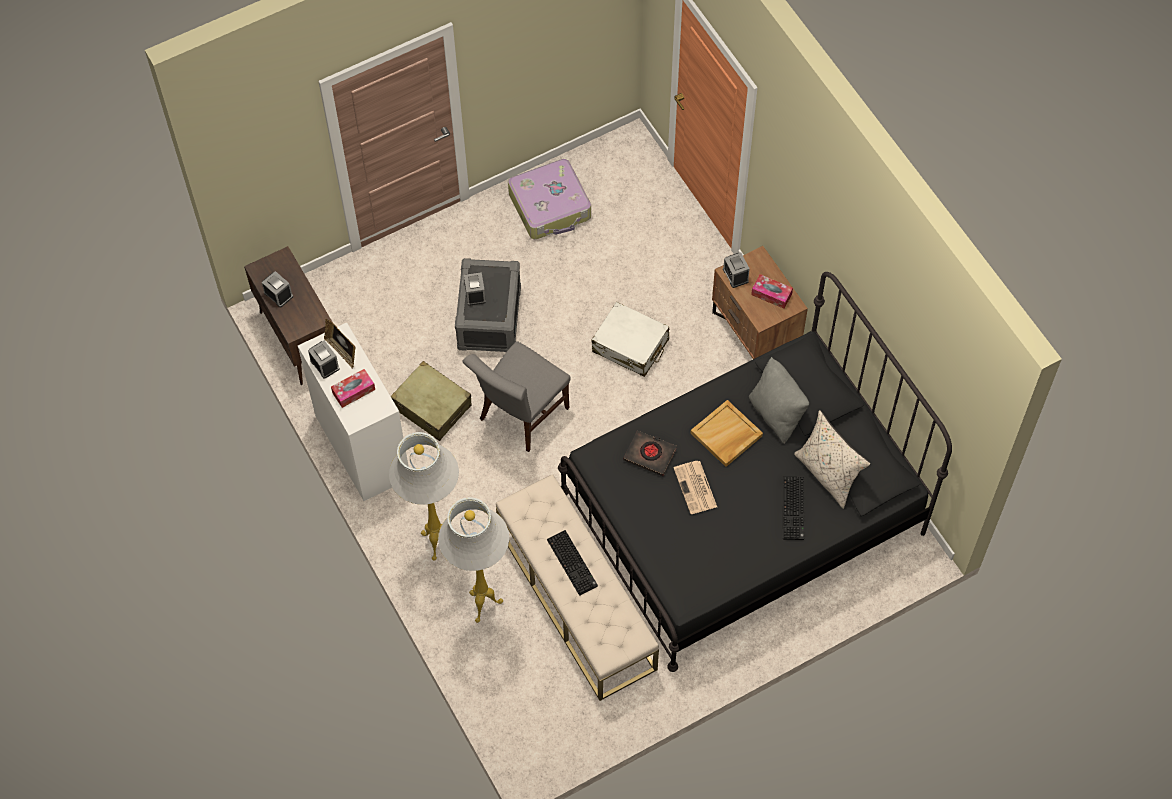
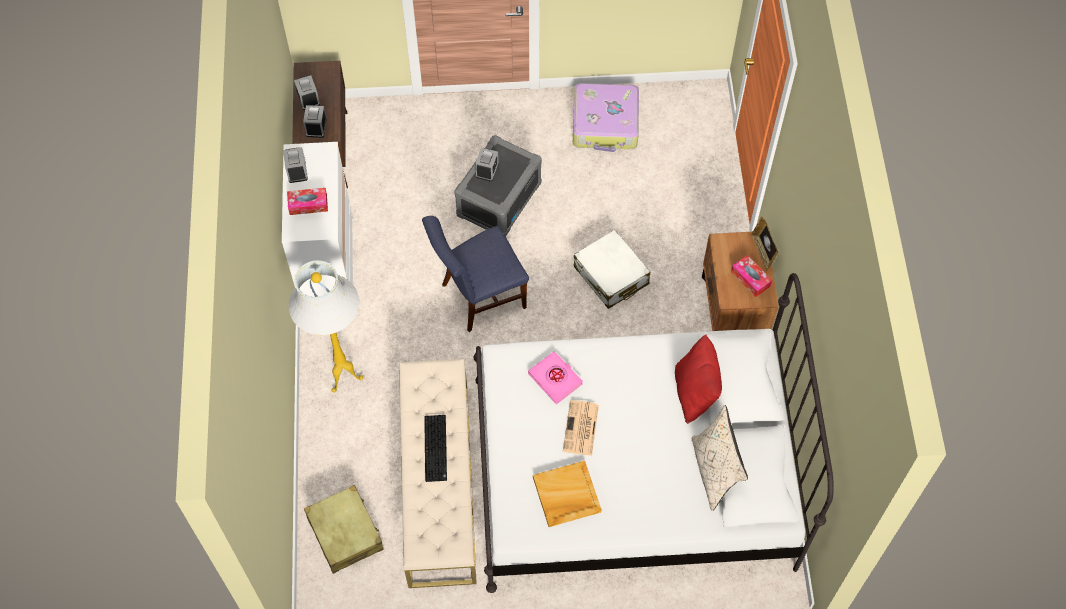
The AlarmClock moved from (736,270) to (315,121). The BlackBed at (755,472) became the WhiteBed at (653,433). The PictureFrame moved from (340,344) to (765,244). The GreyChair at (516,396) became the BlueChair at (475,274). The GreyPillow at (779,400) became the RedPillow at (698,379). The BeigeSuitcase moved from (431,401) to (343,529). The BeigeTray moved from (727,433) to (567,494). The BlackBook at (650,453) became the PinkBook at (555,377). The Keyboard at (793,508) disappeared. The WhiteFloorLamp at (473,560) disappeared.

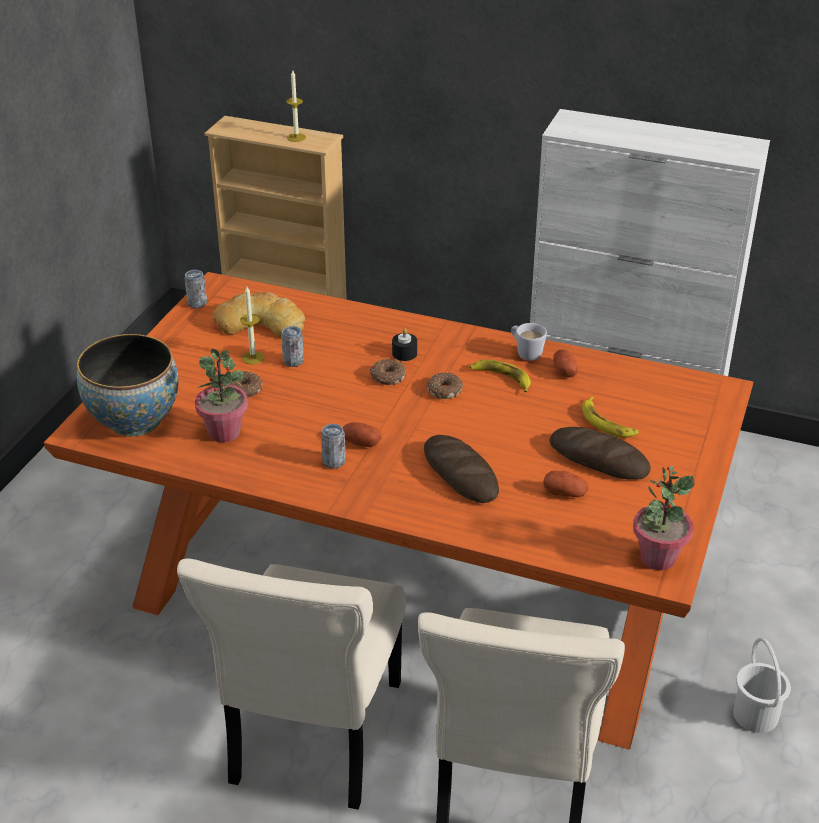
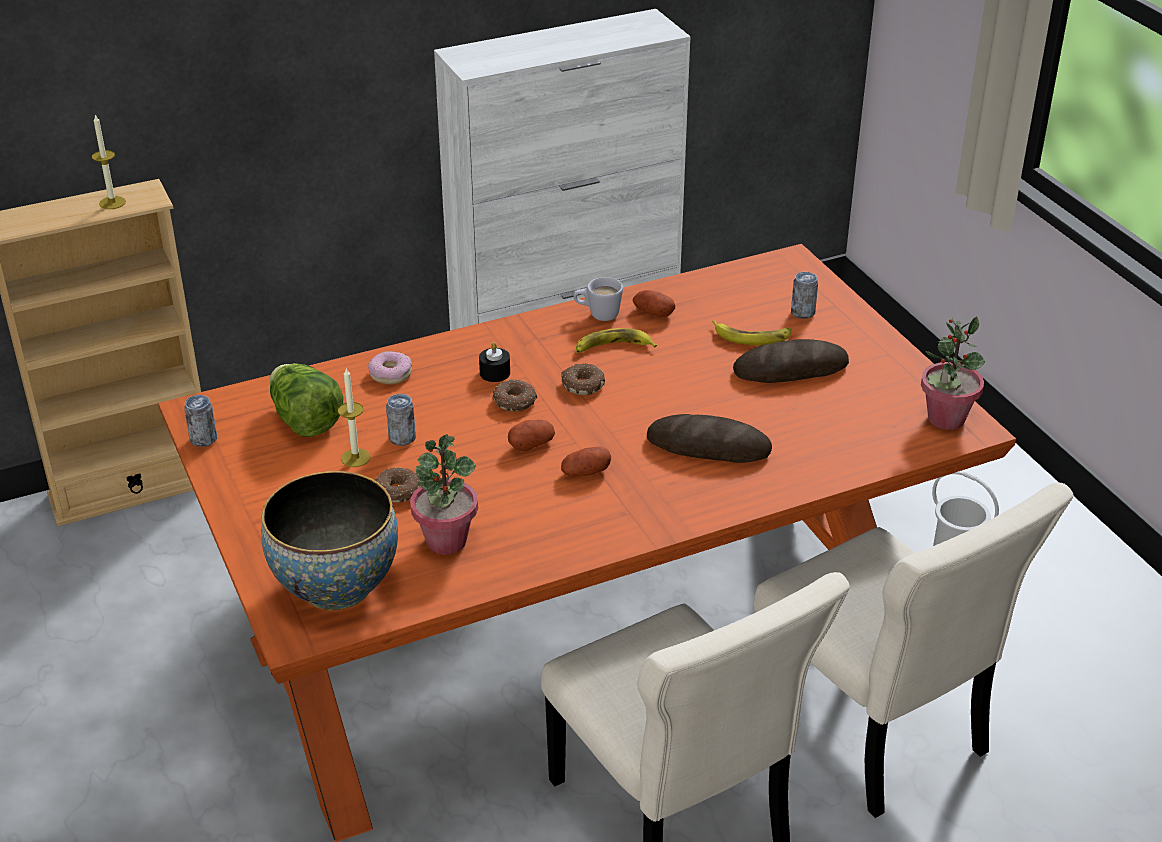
The Bread at (258,315) was replaced by the Lettuce at (306,400). The Can moved from (333,446) to (804,295). The Potato moved from (565,483) to (531,436). The Donut at (390,368) appeared.

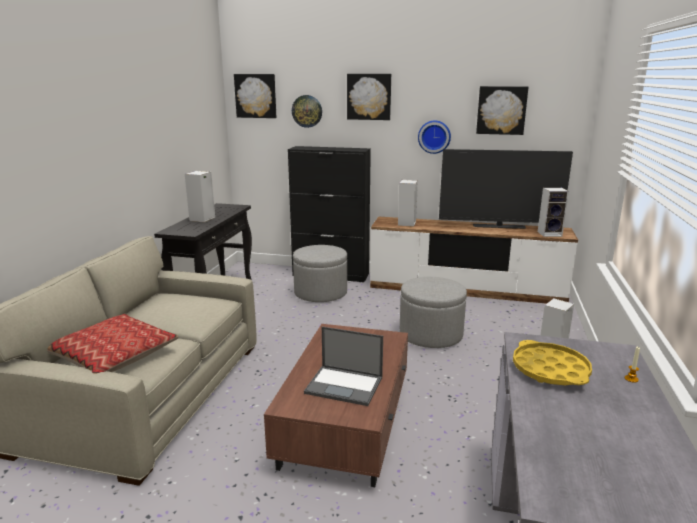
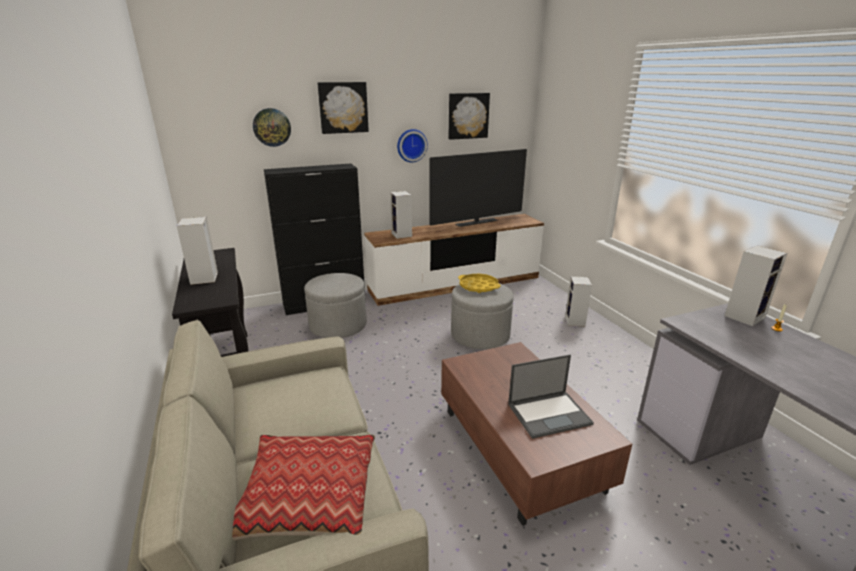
The Picture at (255,96) disappeared. The Speaker moved from (553,212) to (756,286). The YellowTray moved from (552,362) to (479,283).

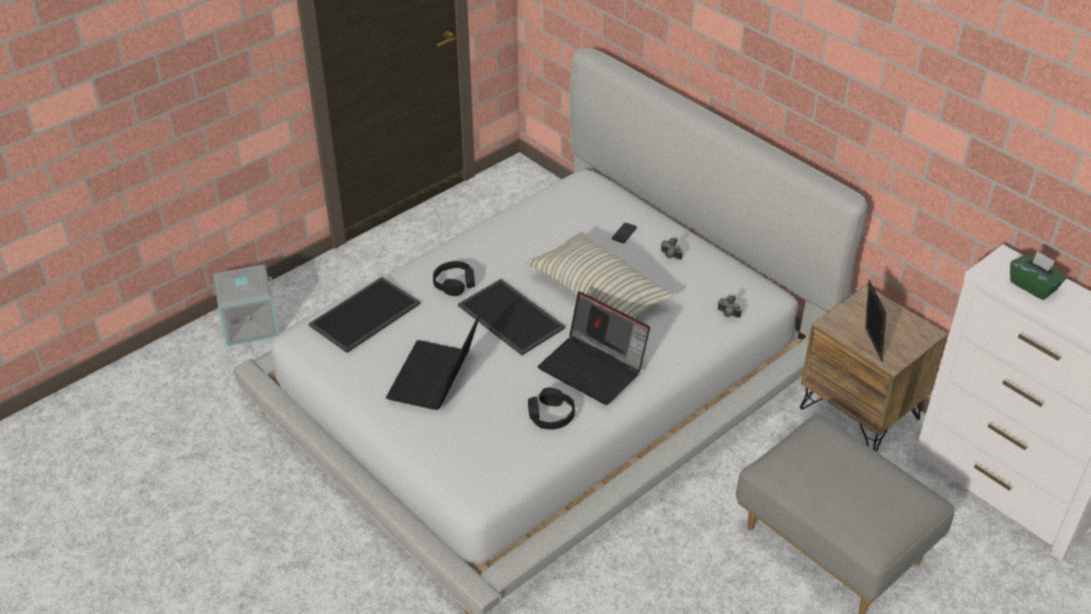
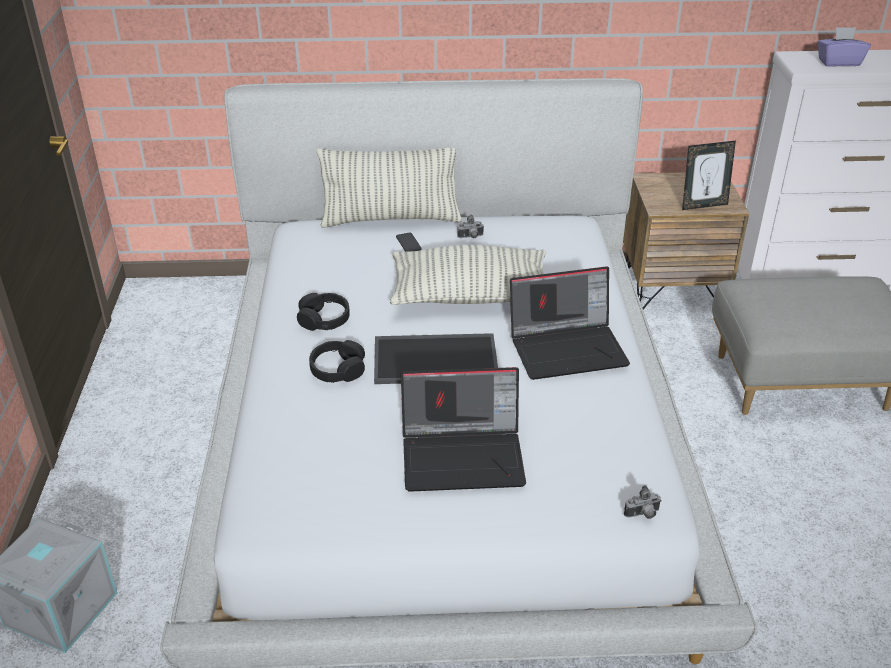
The GreenTissueBox at (1038,275) became the PurpleTissueBox at (844,47). The Tray at (364,315) disappeared. The PictureFrame at (875,320) turned 135 degrees clockwise. The PhotoCamera moved from (730,307) to (643,502). The Laptop at (433,362) turned 60 degrees counterclockwise. The BlackHeadphones moved from (551,409) to (323,312). The Pillow at (389,188) appeared.

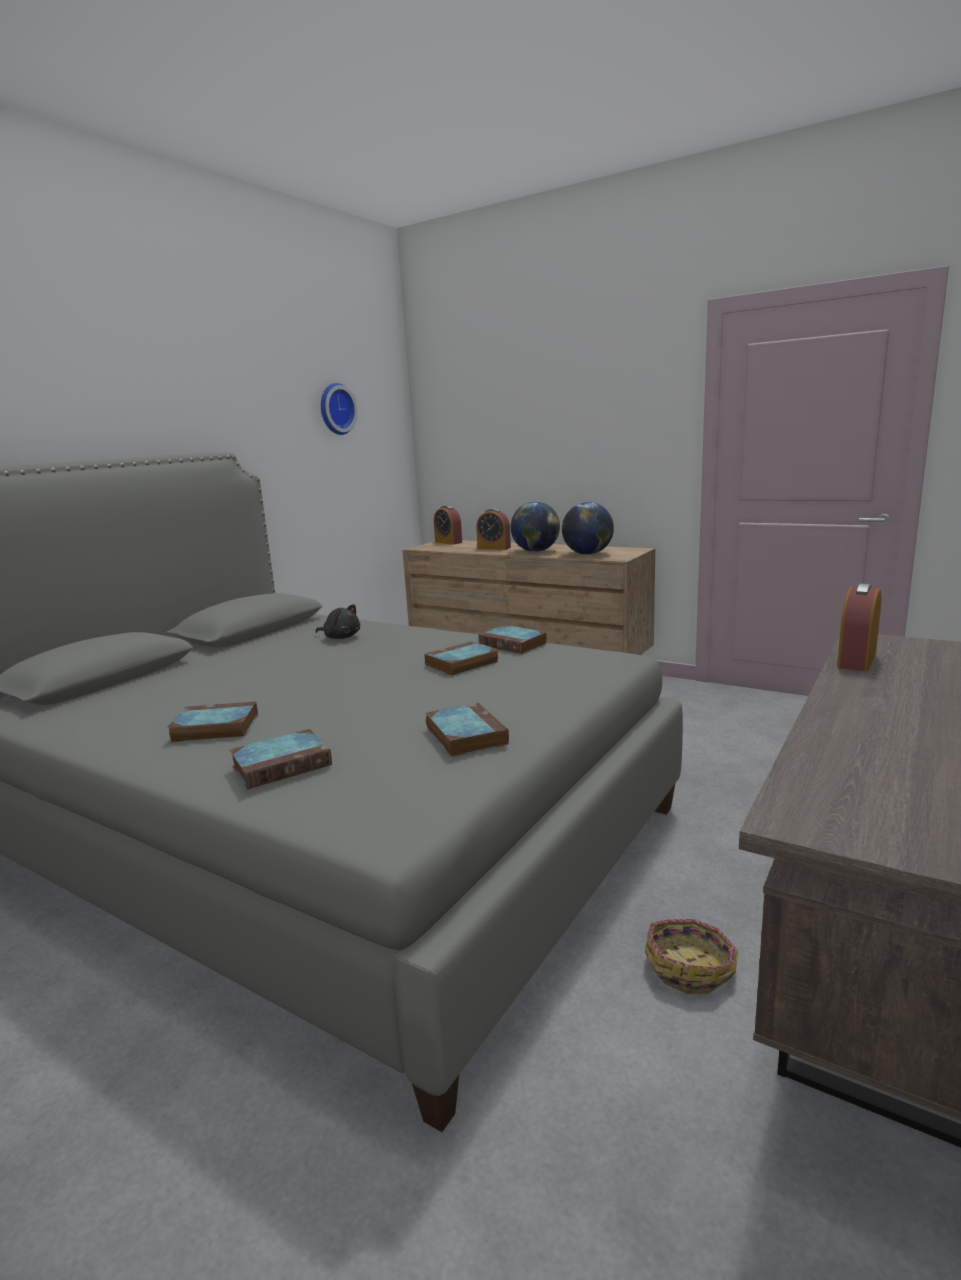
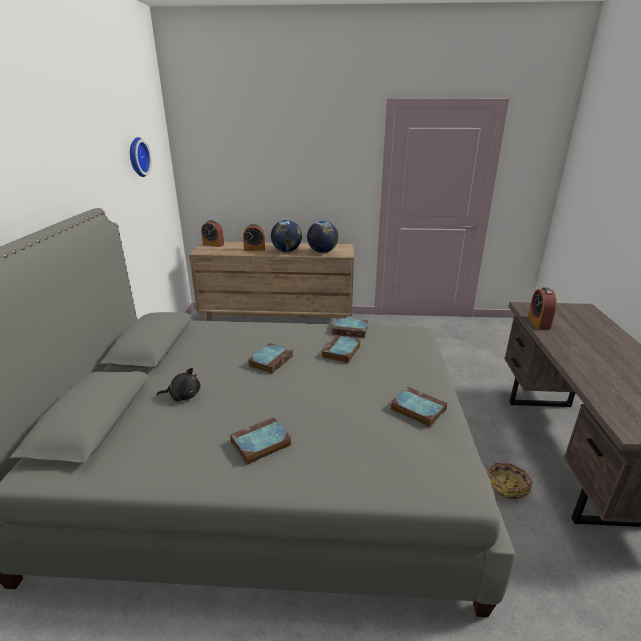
The BlackPlushToy moved from (337,621) to (179,384). The Book moved from (281,759) to (270,358).

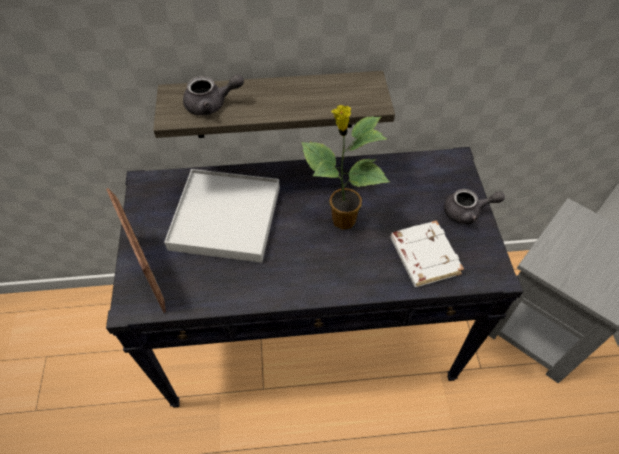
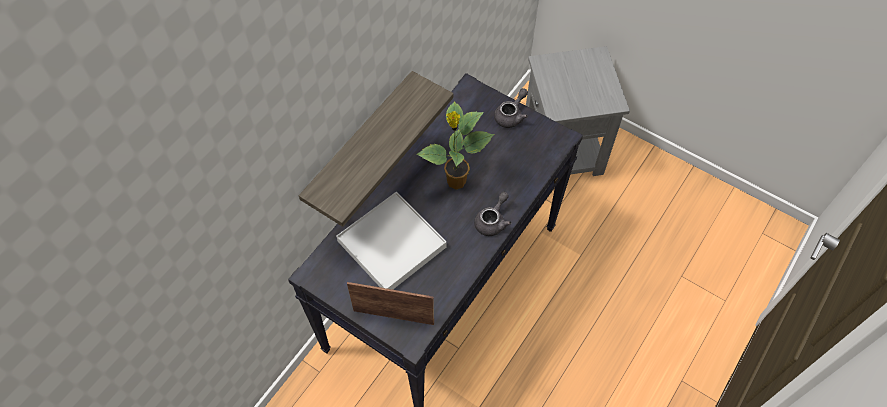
The GreyTeapot moved from (213,94) to (492,213). The WhiteBook at (427,253) disappeared.

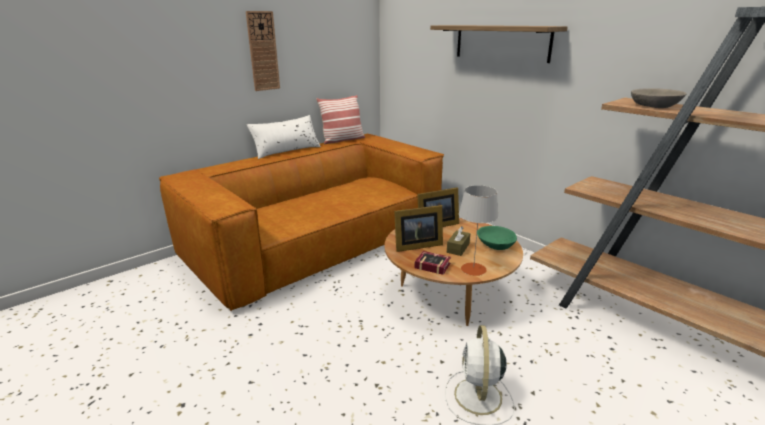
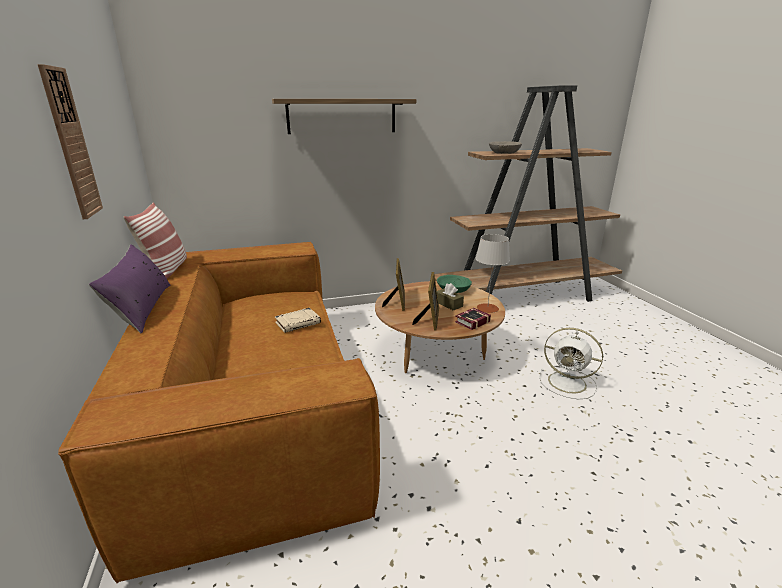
The WhitePillow at (284,137) became the PurplePillow at (129,288). The BeigeBook at (298,320) appeared.

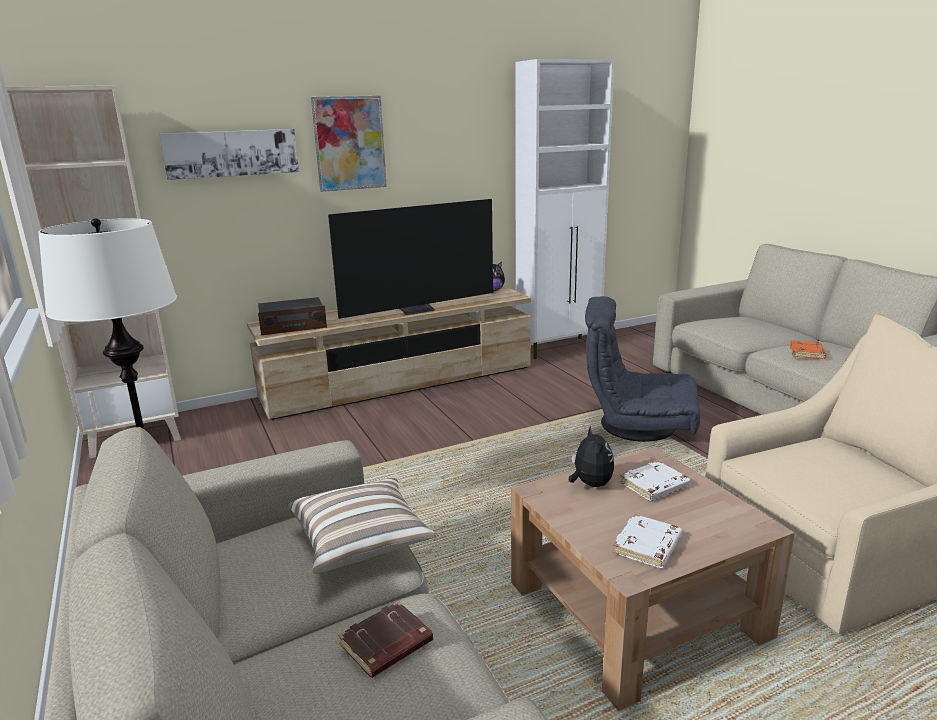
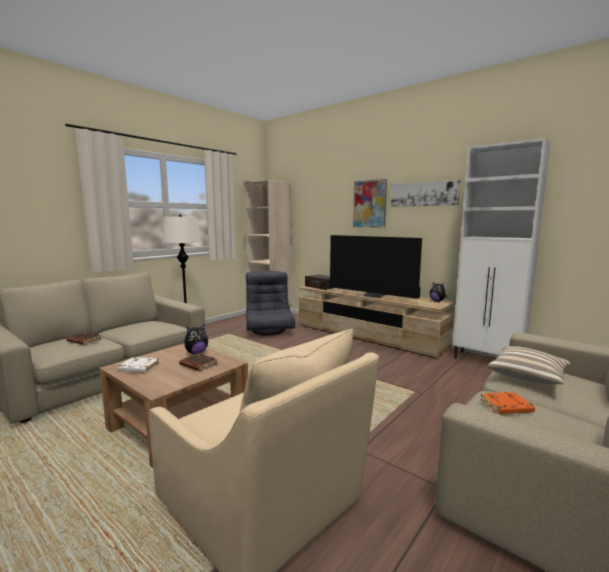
The Picture moved from (229,154) to (426,193). The GreyArmchair moved from (642,369) to (270,303). The WhiteBook at (655,481) became the BrownBook at (198,362). The Pillow moved from (362,526) to (529,365).

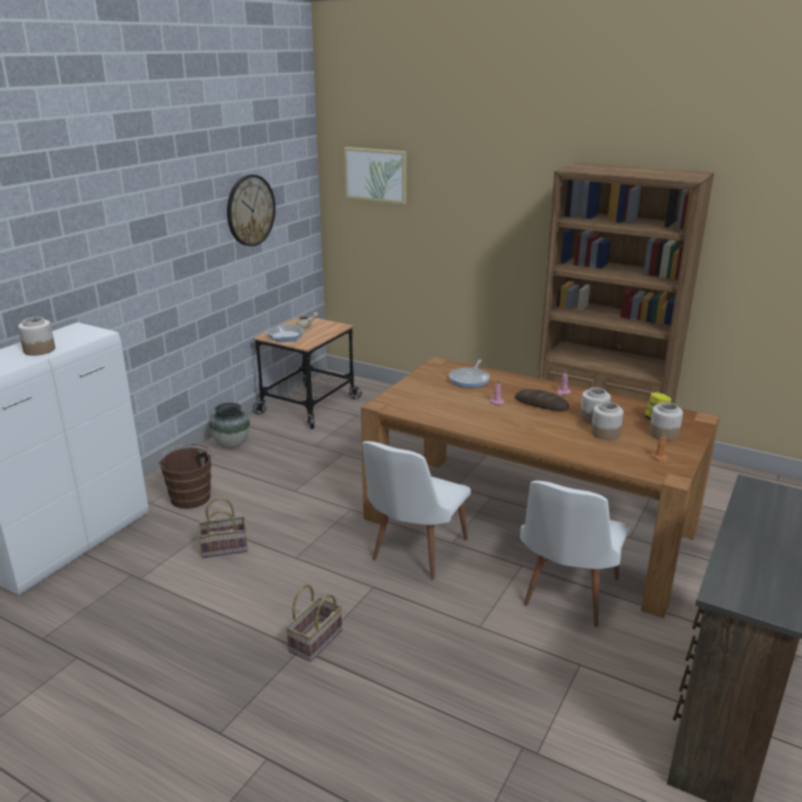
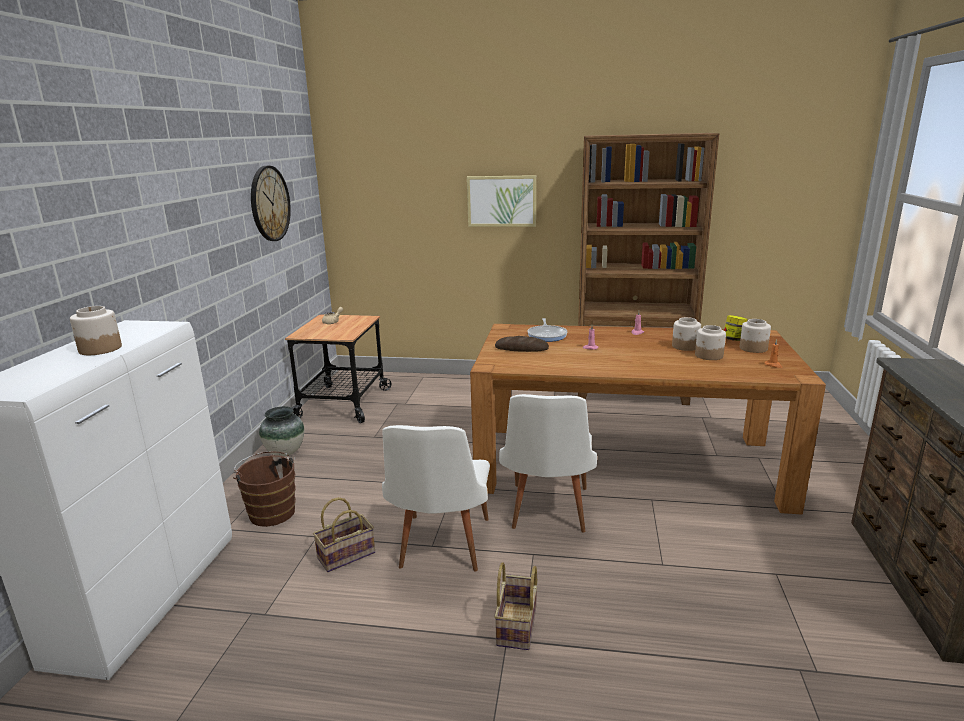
The Picture moved from (375,175) to (501,201). The FryingPan at (285,333) disappeared. The Bread moved from (542,400) to (522,344). The WhiteChair moved from (574,554) to (436,498).

